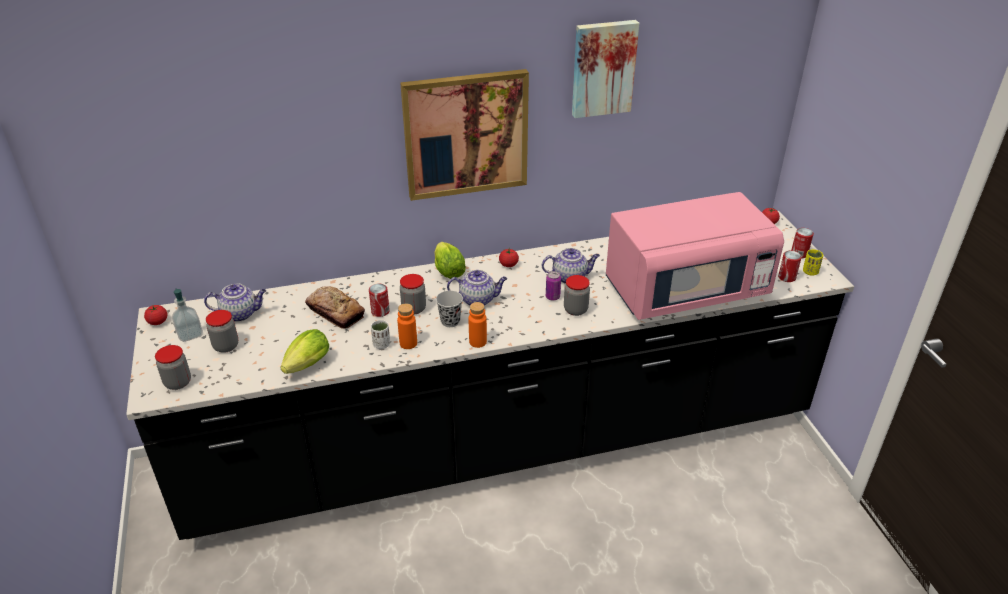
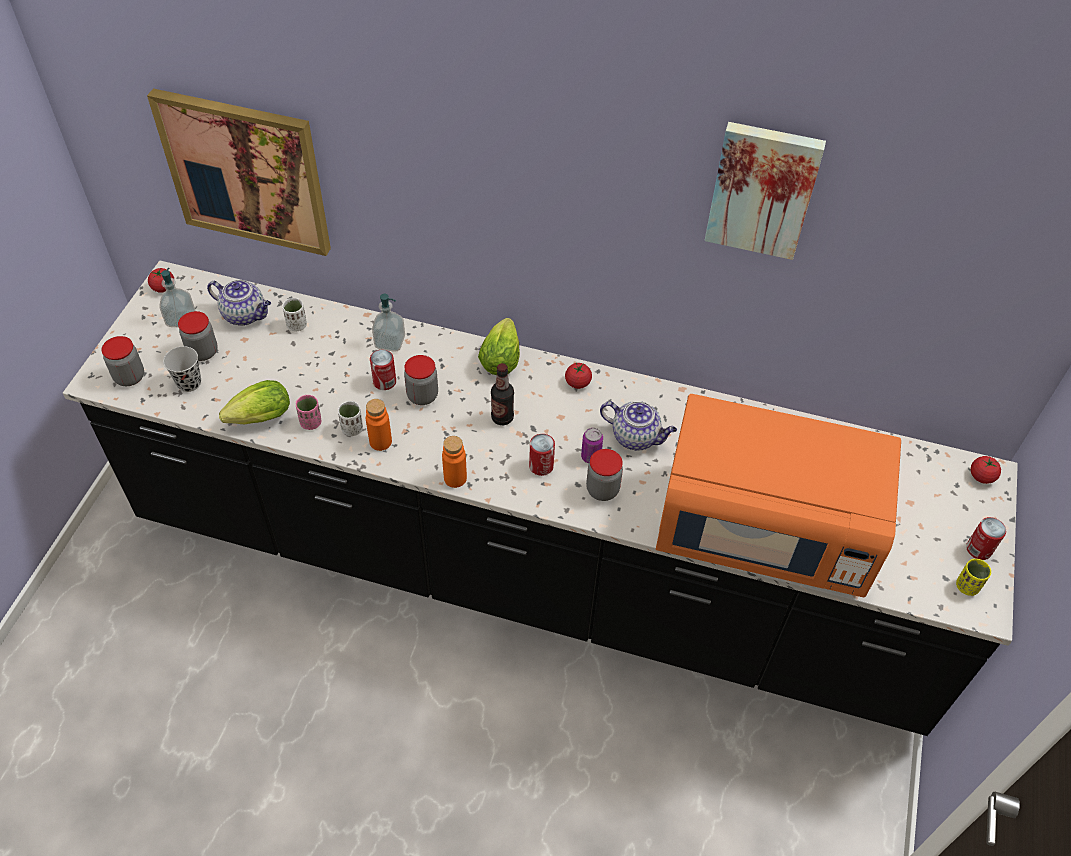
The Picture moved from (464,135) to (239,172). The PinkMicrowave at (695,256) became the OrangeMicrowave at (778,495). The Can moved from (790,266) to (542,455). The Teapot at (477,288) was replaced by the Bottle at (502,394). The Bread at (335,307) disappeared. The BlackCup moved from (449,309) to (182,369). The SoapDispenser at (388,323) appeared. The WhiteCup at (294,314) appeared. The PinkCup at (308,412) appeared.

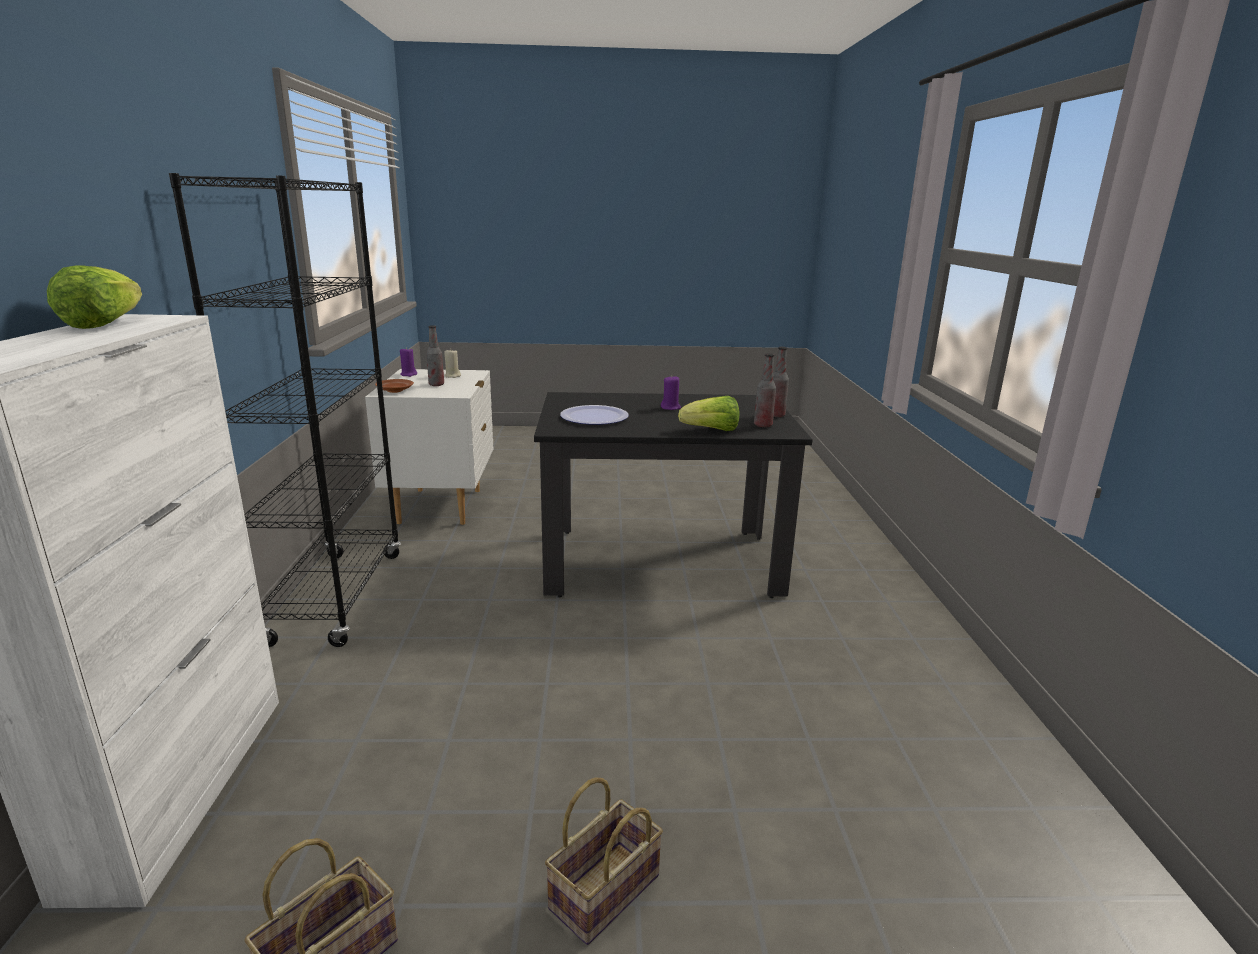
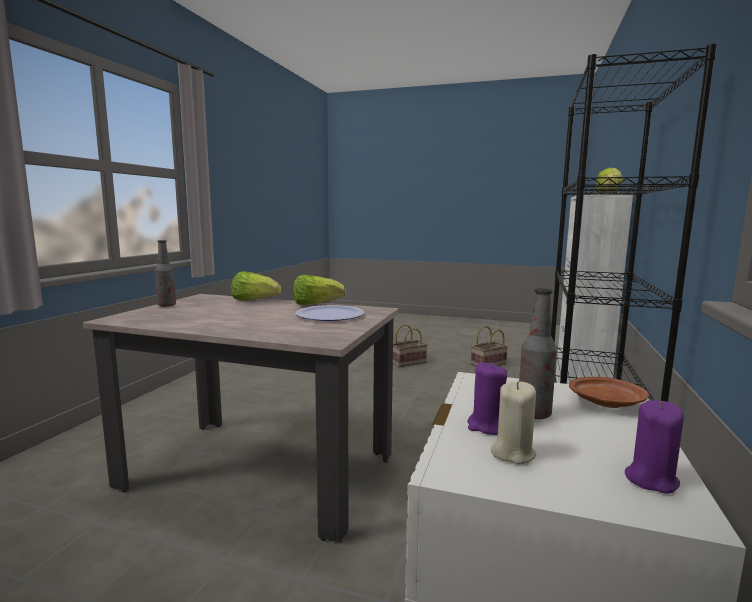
The Bottle at (765,390) disappeared. The PurpleCandle moved from (671,393) to (487,398). The BlackDiningTable at (673,495) became the BeigeDiningTable at (241,418). The Lettuce at (319,290) appeared.

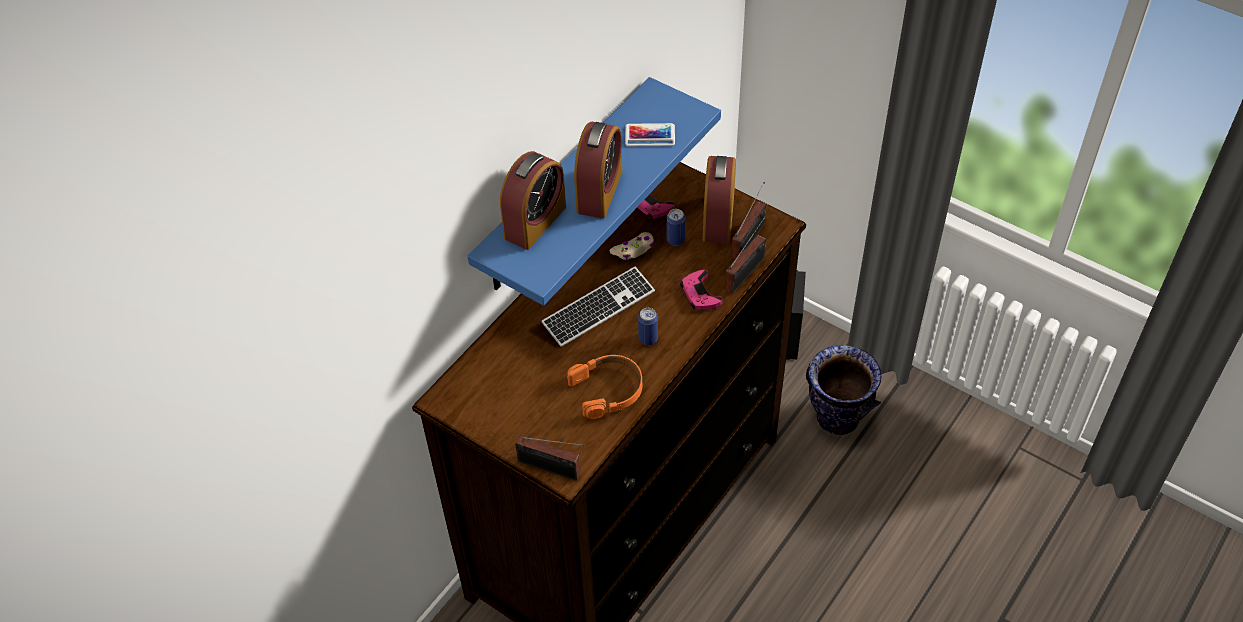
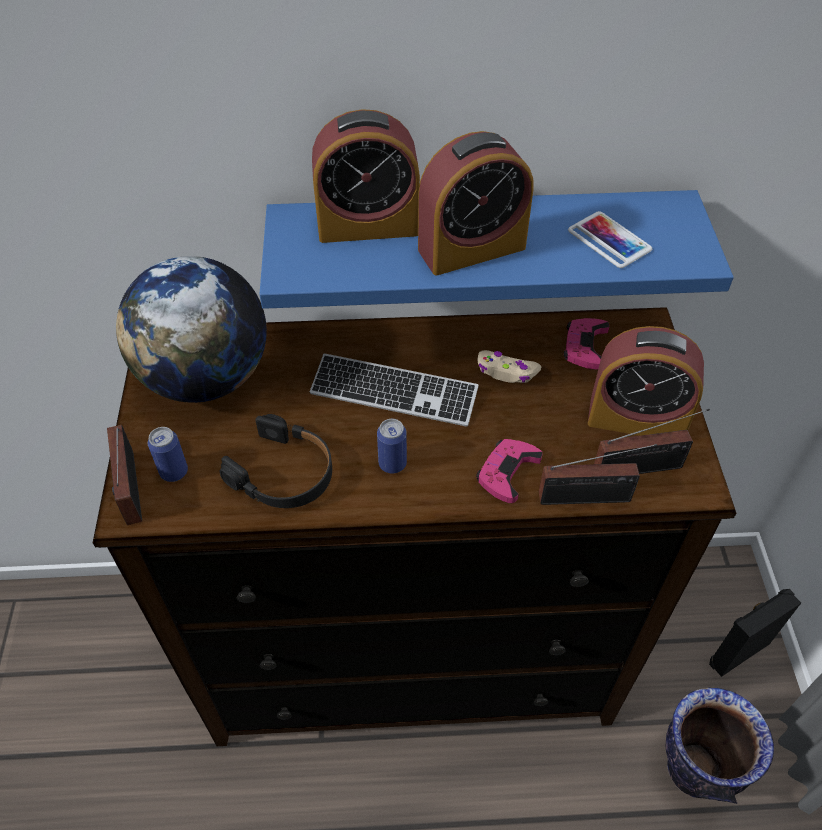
The AlarmClock at (719,199) turned 135 degrees counterclockwise. The Can moved from (676,227) to (168,454). The OrangeHeadphones at (604,387) became the BlackHeadphones at (275,461). The Globe at (191,329) appeared.

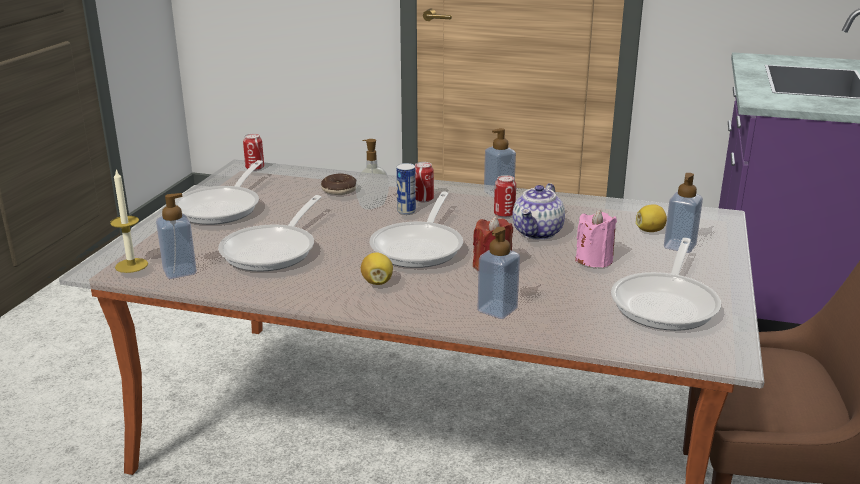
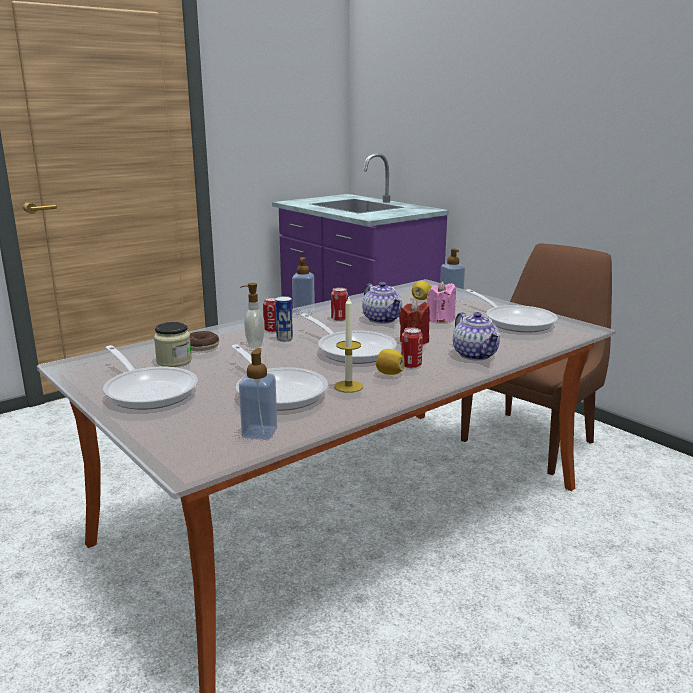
The Can moved from (253,152) to (412,347). The Candle moved from (129,221) to (348,345). The SoapDispenser at (498,273) was replaced by the Teapot at (477,336). The Jar at (173,344) appeared.

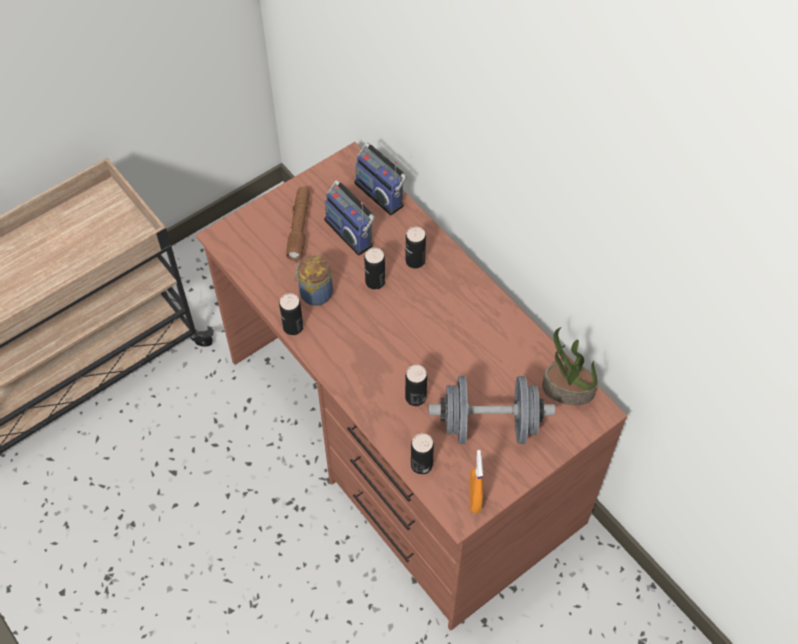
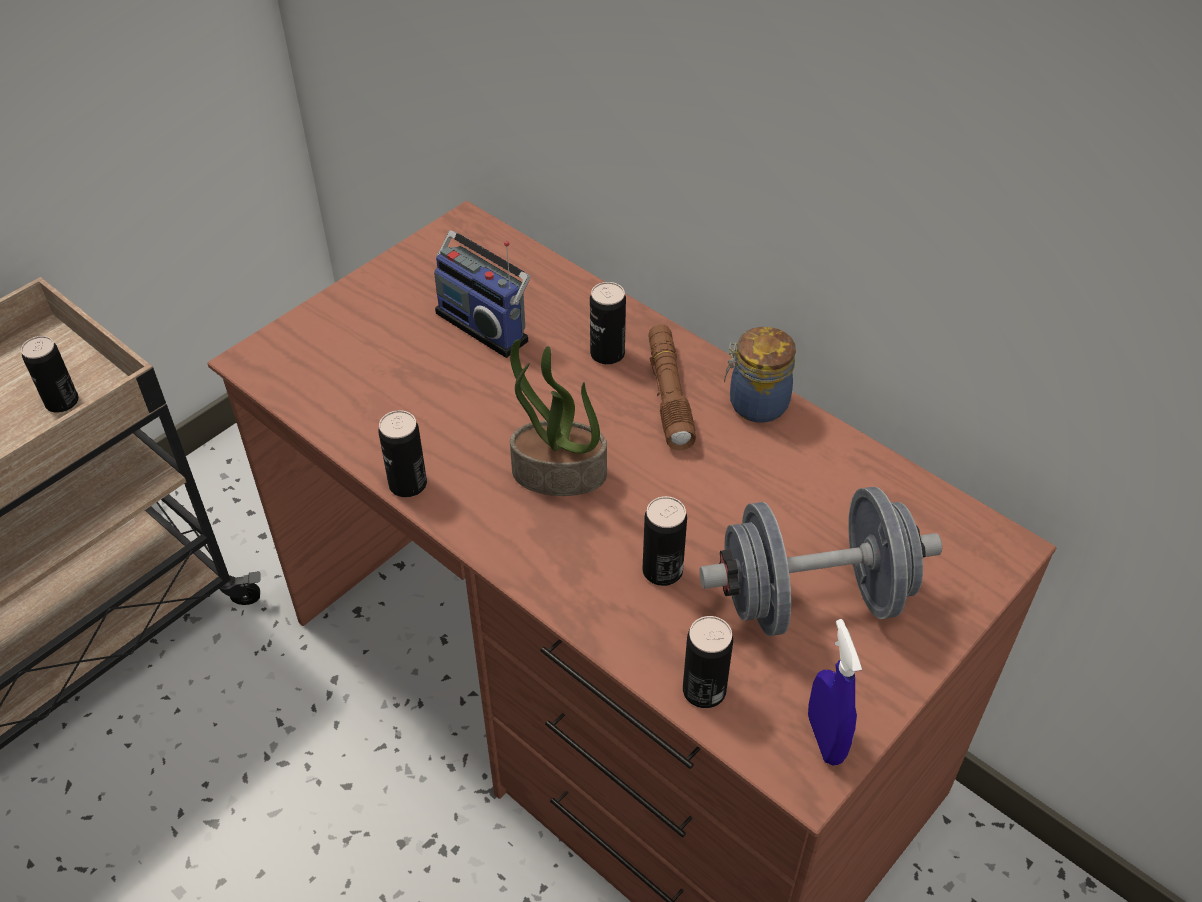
The Radio at (380,179) disappeared. The BrownFlashlight moved from (298,224) to (672,387). The Can moved from (374,268) to (50,374). The Jar moved from (314,281) to (760,375). The PottedPlant moved from (570,366) to (558,417). The OrangeSprayBottle at (476,481) became the BlueSprayBottle at (835,692).

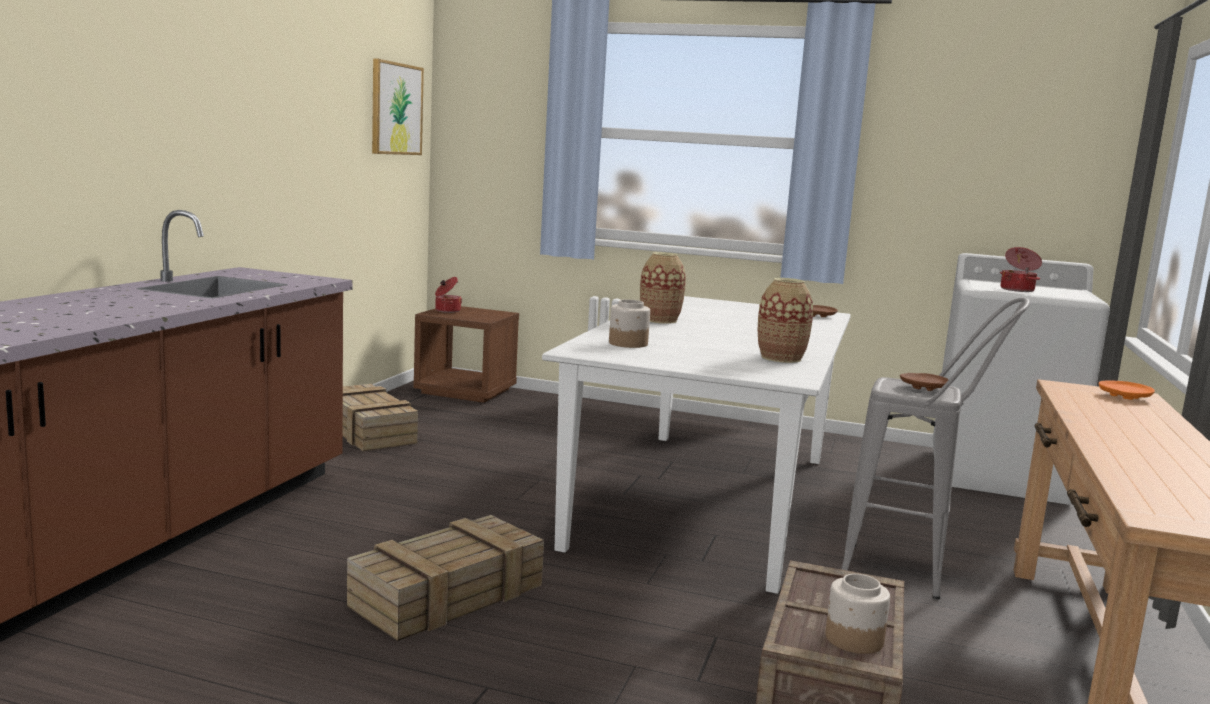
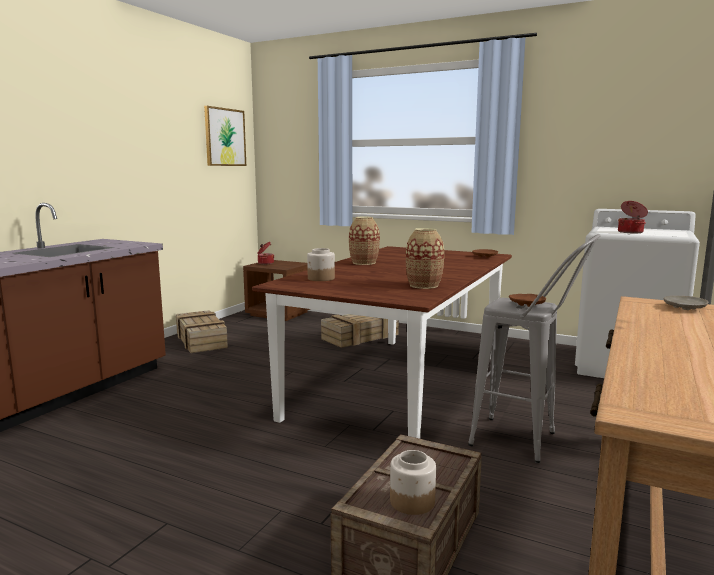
The WhiteDiningTable at (696,445) became the BrownDiningTable at (382,342). The OrangePlate at (1127,390) became the BeigePlate at (686,303). The Crate moved from (445,578) to (360,331).

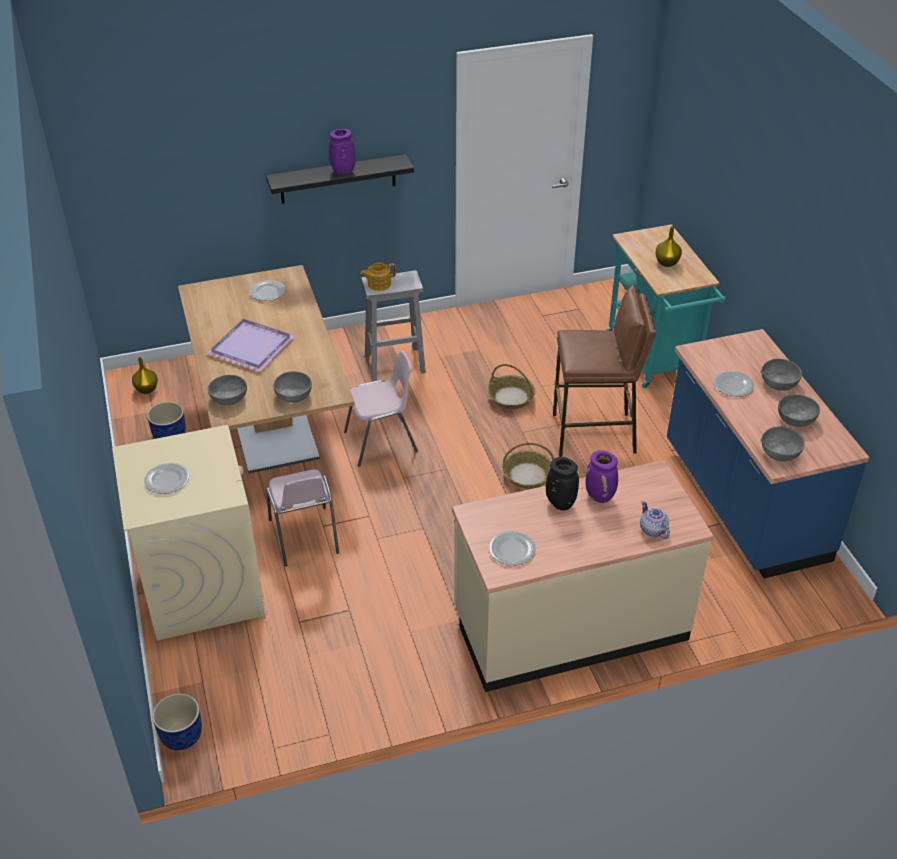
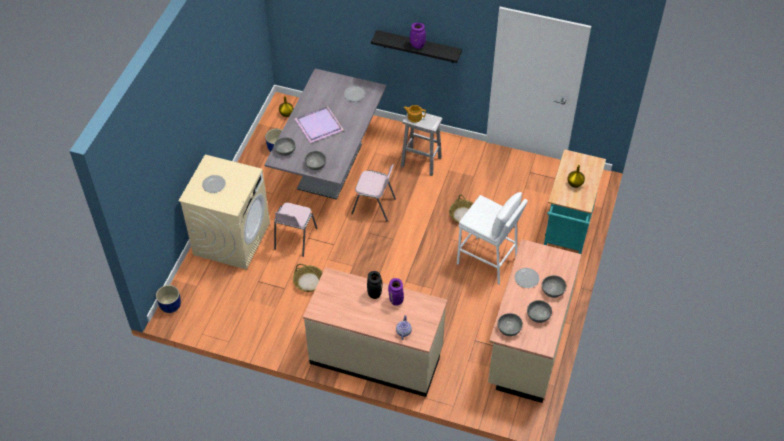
The BrownDiningTable at (266,369) became the GreyDiningTable at (325,134). The BrownStool at (604,371) became the WhiteStool at (492,238). The BlueCounter at (768,454) became the BeigeCounter at (534,321). The Basket moved from (528,466) to (308,278). The Plate at (512,548) disappeared.

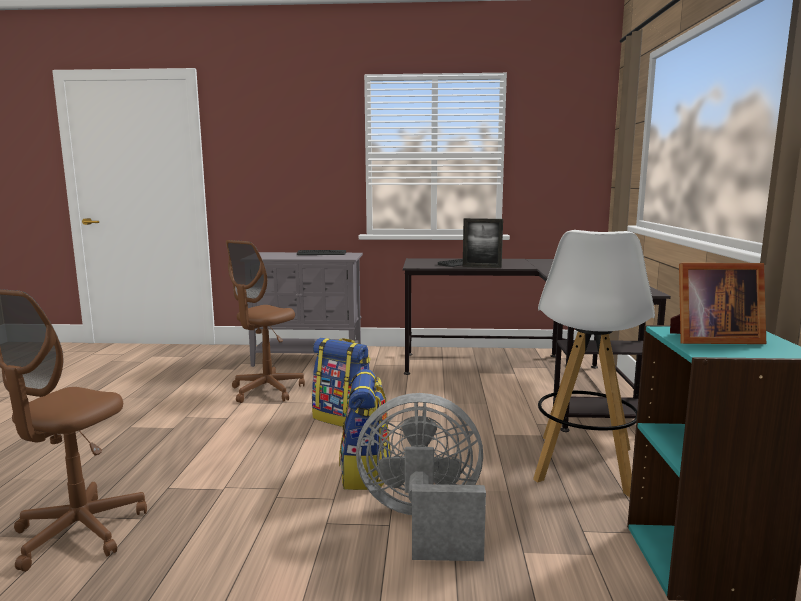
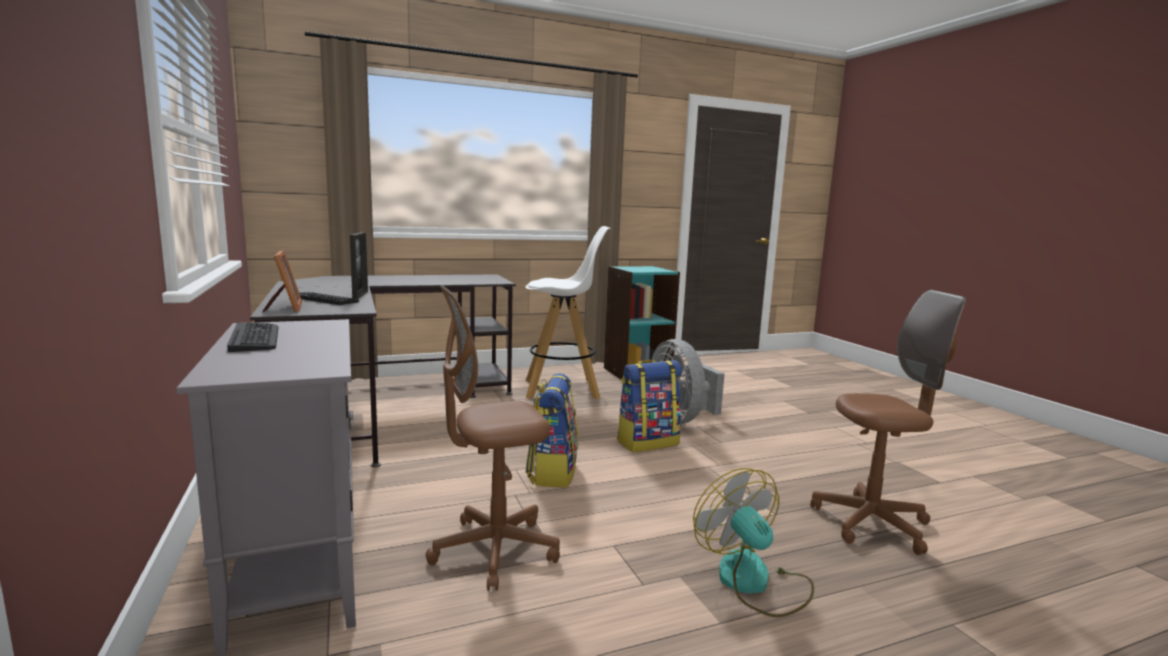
The BrownOfficeChair at (265,321) turned 150 degrees clockwise. The PictureFrame moved from (718,303) to (282,281). The Fan at (753,542) appeared.

